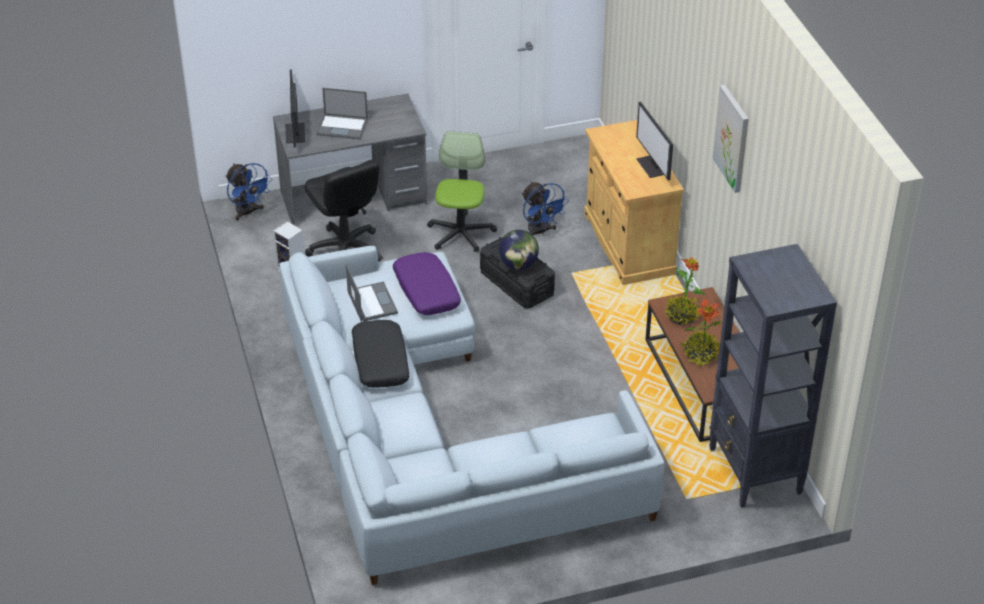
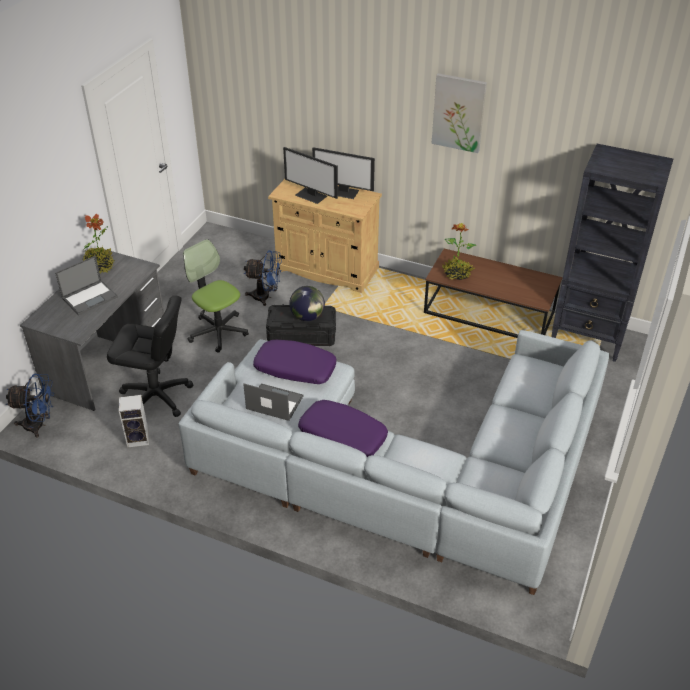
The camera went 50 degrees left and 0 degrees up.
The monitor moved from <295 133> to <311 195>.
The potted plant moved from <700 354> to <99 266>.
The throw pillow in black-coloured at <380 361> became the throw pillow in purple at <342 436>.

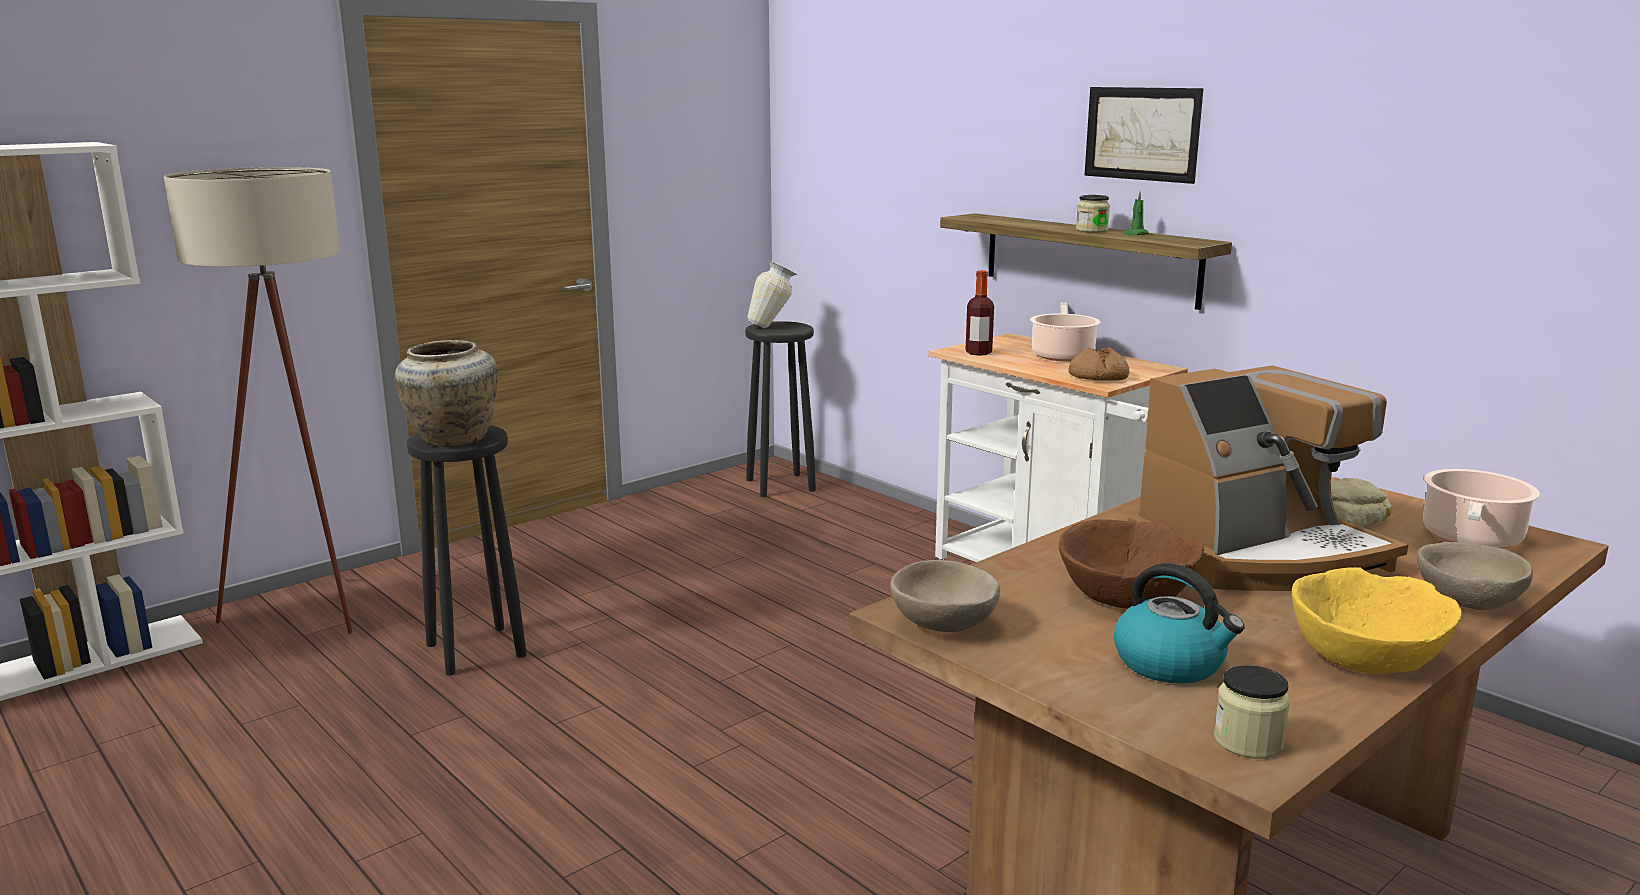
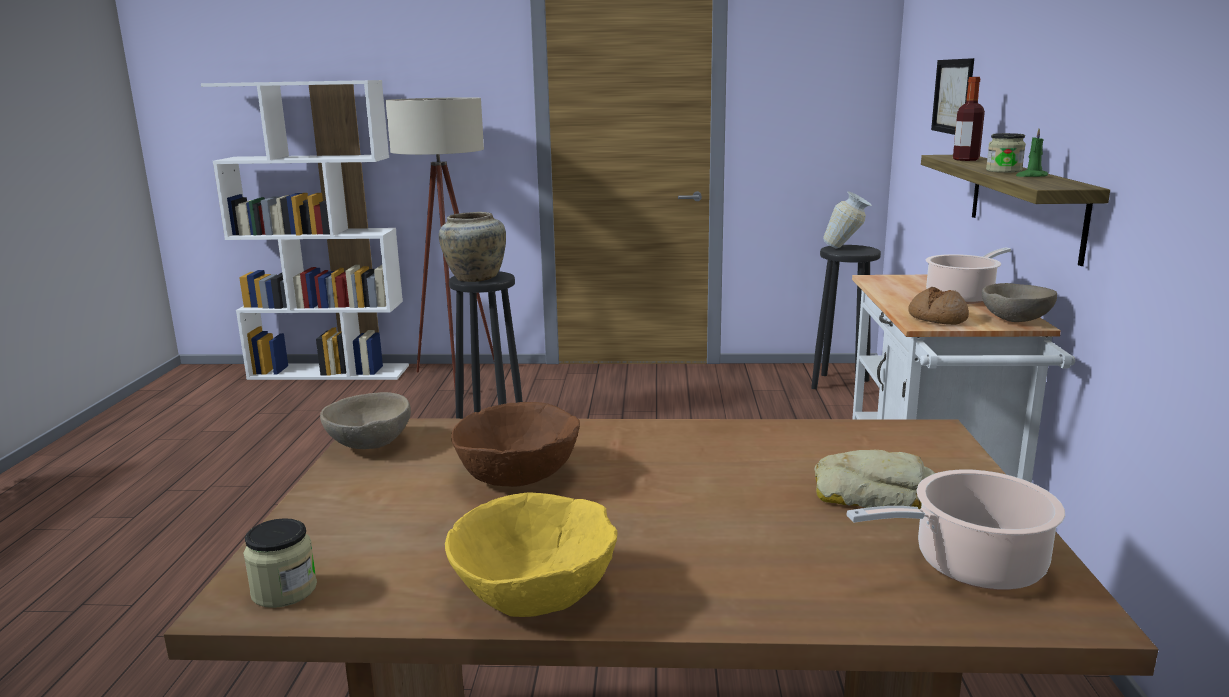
The camera went 45 degrees right and 0 degrees up.
The tea kettle at <1171 663> disappeared.
The coffee brewer at <1257 556> disappeared.
The drink bottle moved from <978 353> to <965 159>.
The picture moved from <1142 133> to <952 96>.
The deep dish in beige-coloured moved from <1466 601> to <1015 319>.

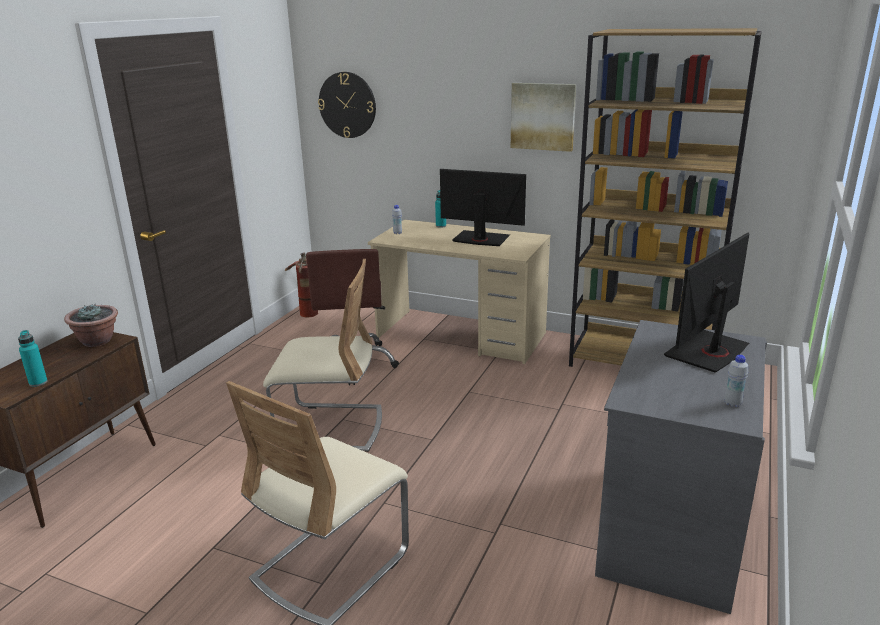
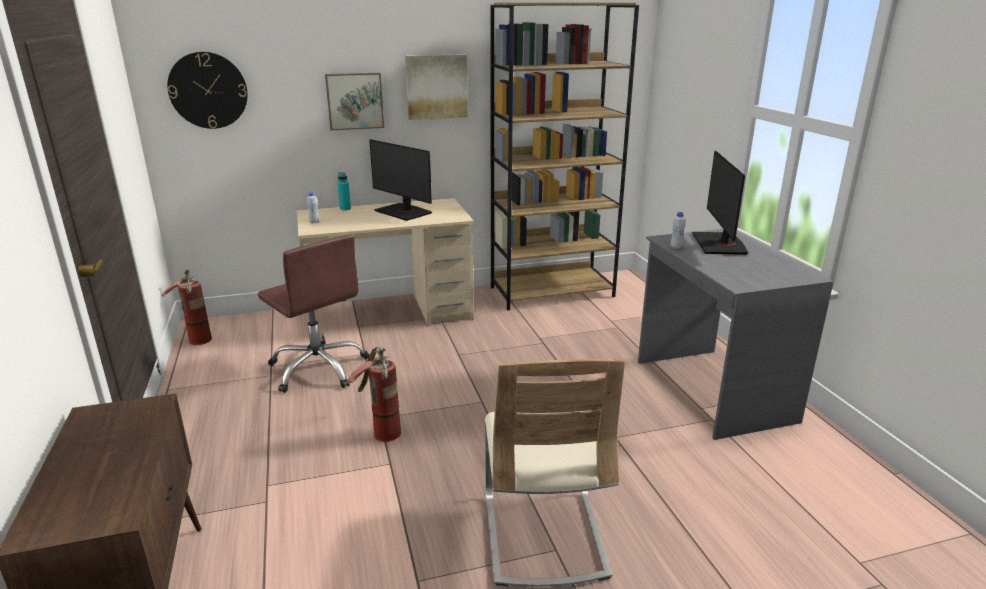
The camera went 40 degrees left and 0 degrees up.
The drink bottle in turquoise-coloured at <38 382> disappeared.
The potted plant at <97 341> disappeared.
The picture at <354 101> appeared.
The drink bottle in white-coloured moved from <732 403> to <676 248>.
The chair in beige-coloured at <330 428> was replaced by the fire-fighting cylinder at <379 429>.
The monitor at <481 239> turned 120 degrees counterclockwise.

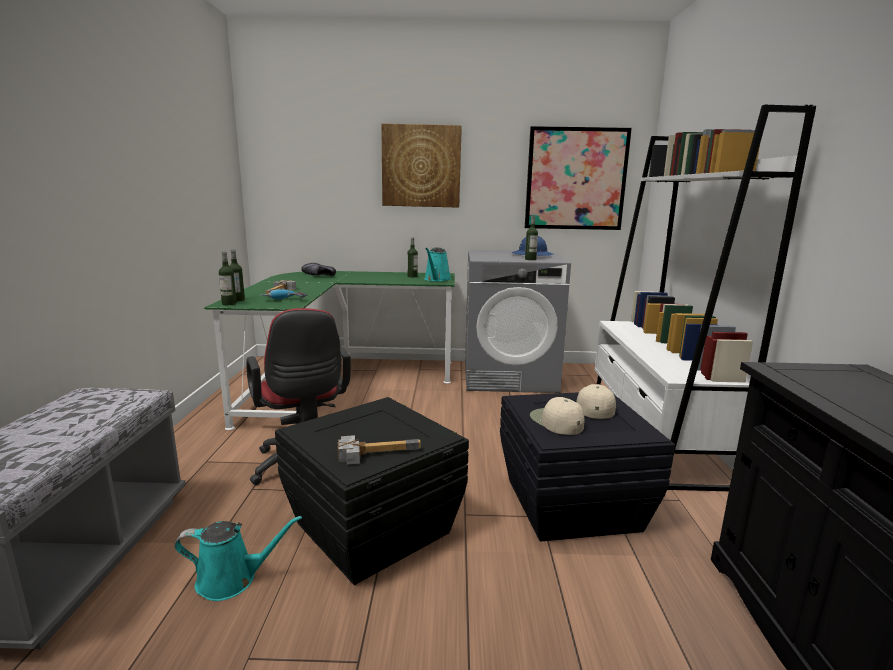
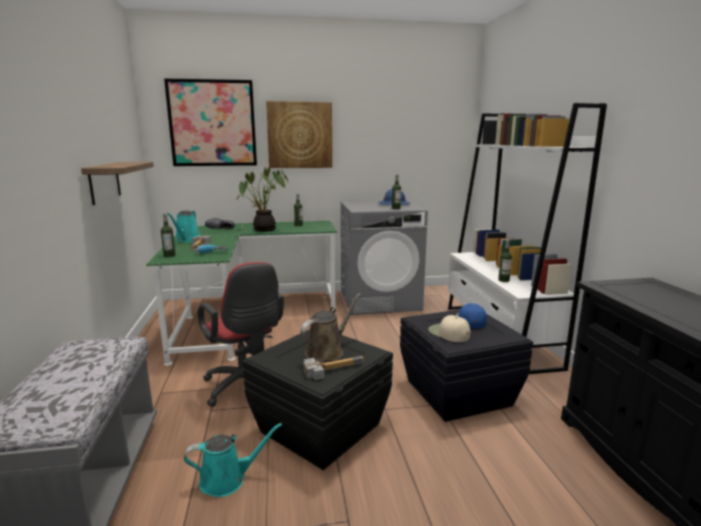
The camera went 10 degrees left and 0 degrees up.
The shelf at <104 182> appeared.
The potted plant at <264 230> appeared.
The watering pot in brown-coloured at <327 351> appeared.
The drink bottle moved from <229 304> to <503 280>.
The watering pot in turquoise-coloured moved from <436 279> to <187 239>.
The picture moved from <575 179> to <212 123>.
The baseball cap in beige-coloured at <595 407> became the baseball cap in blue at <470 320>.

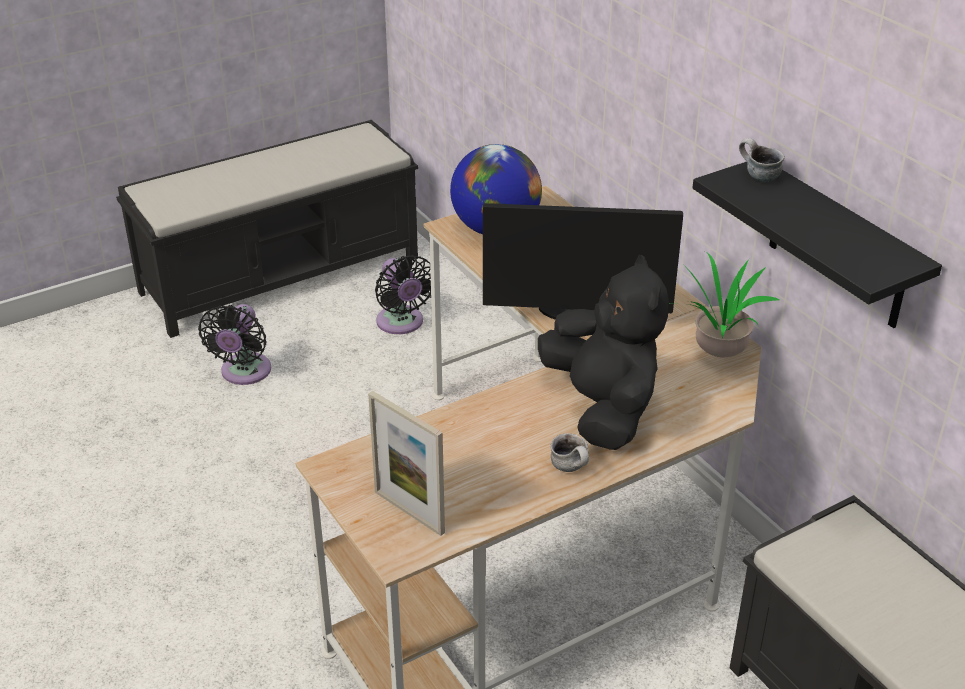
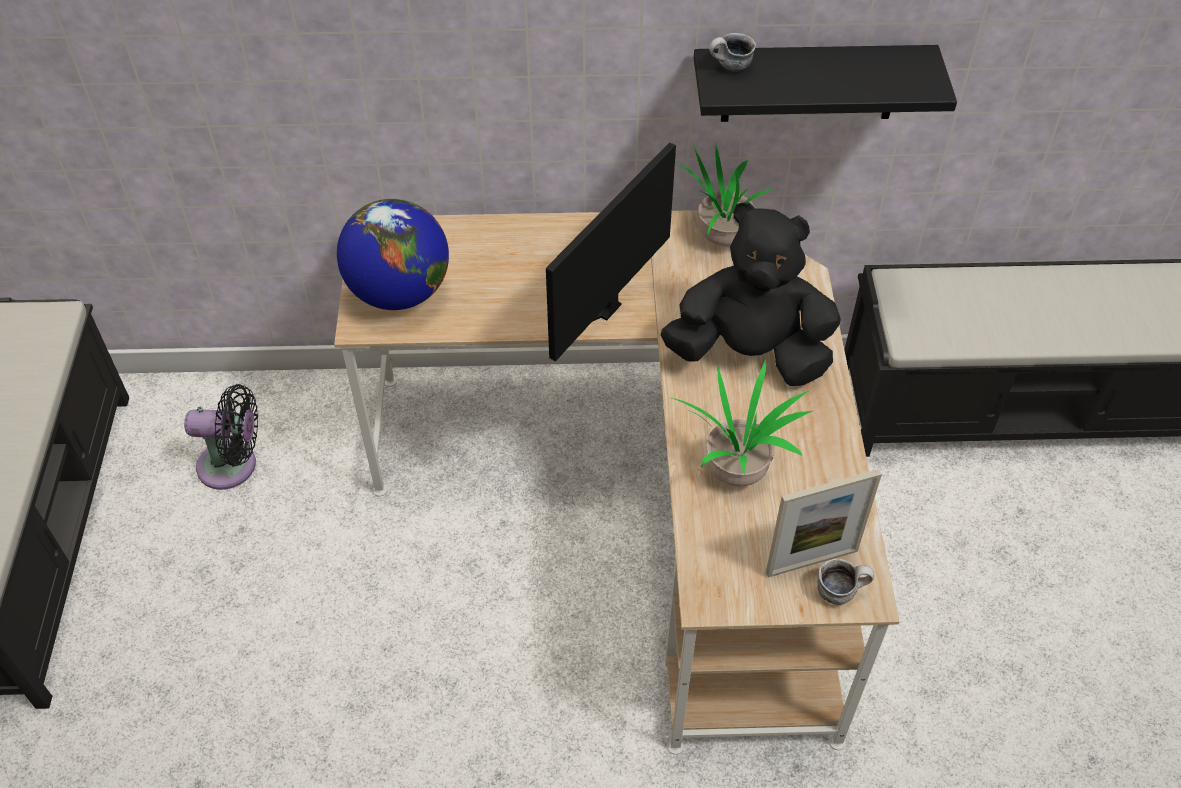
The camera went 60 degrees left and 15 degrees up.
The electric fan in black-coloured at <244 373> disappeared.
The potted plant at <736 468> appeared.
The tea mug moved from <572 468> to <841 590>.

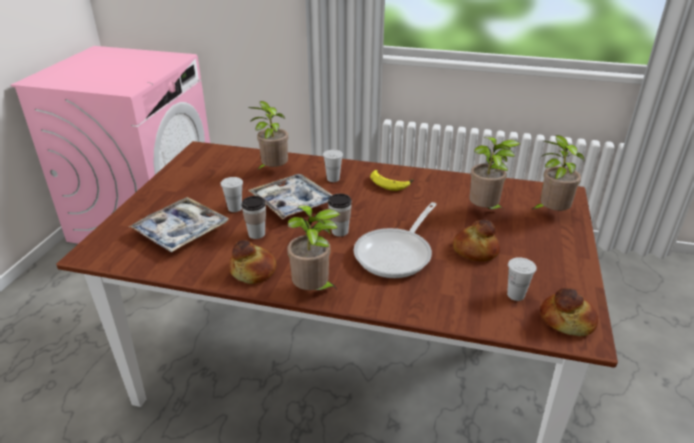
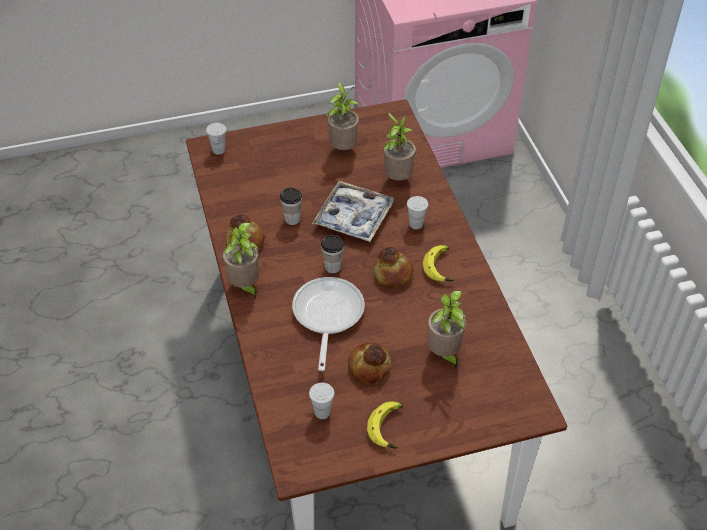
The camera went 60 degrees right and 15 degrees up.
The serving tray at <181 231> disappeared.
The whole banana at <389 428> appeared.
The drinking cup in white-coloured moved from <235 208> to <218 150>.
The potted plant moved from <550 213> to <343 148>.
The bakery bread moved from <567 320> to <393 274>.
The pan at <397 254> turned 90 degrees clockwise.

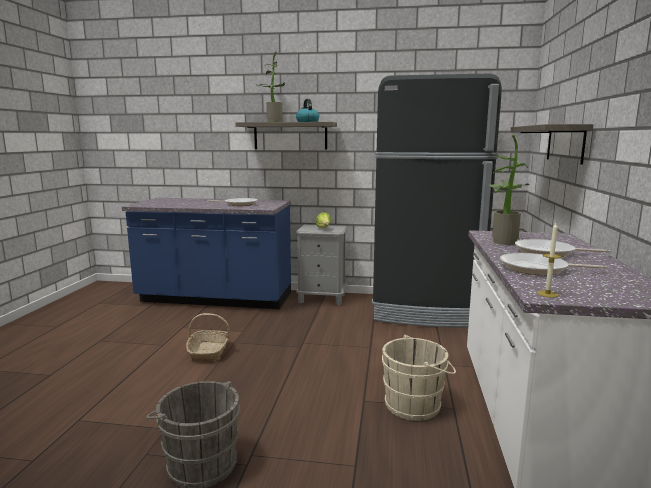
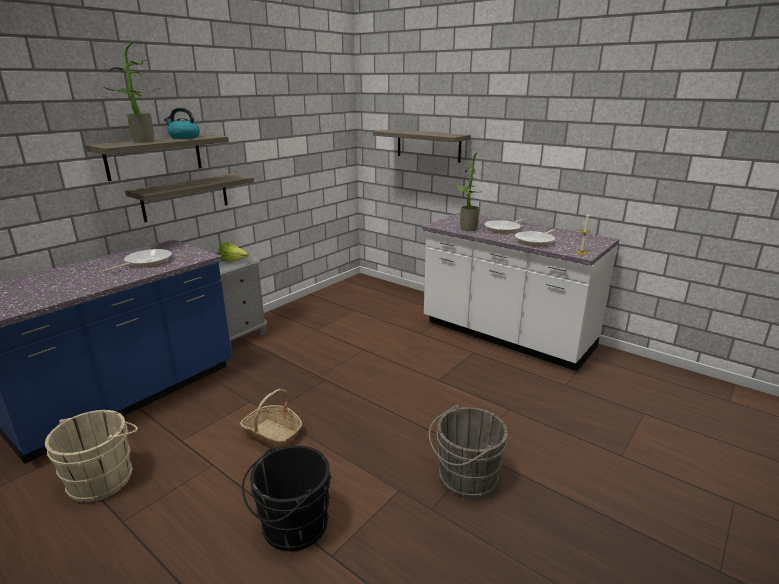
The camera went 60 degrees left and 10 degrees up.
The refrigerator in black-coloured at <426 311> disappeared.
The shelf at <185 197> appeared.
The water bucket in black-coloured at <291 527> appeared.
The water bucket in beige-coloured moved from <416 405> to <104 478>.

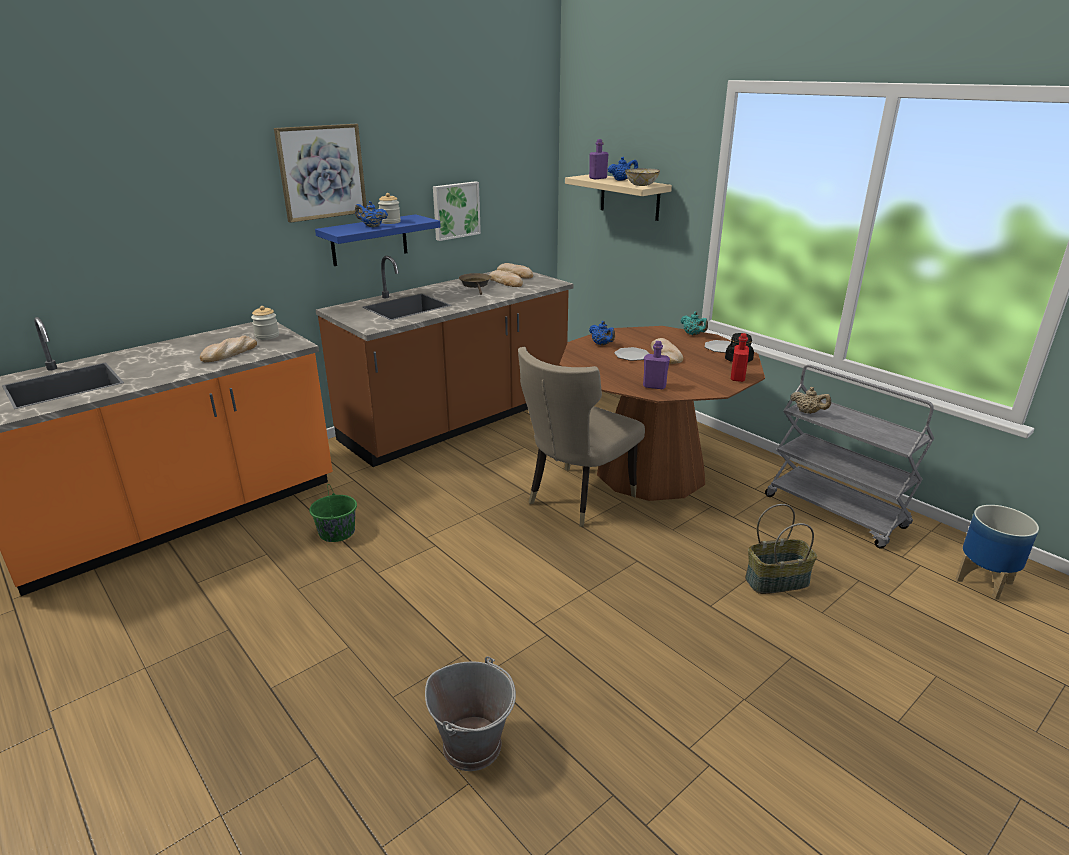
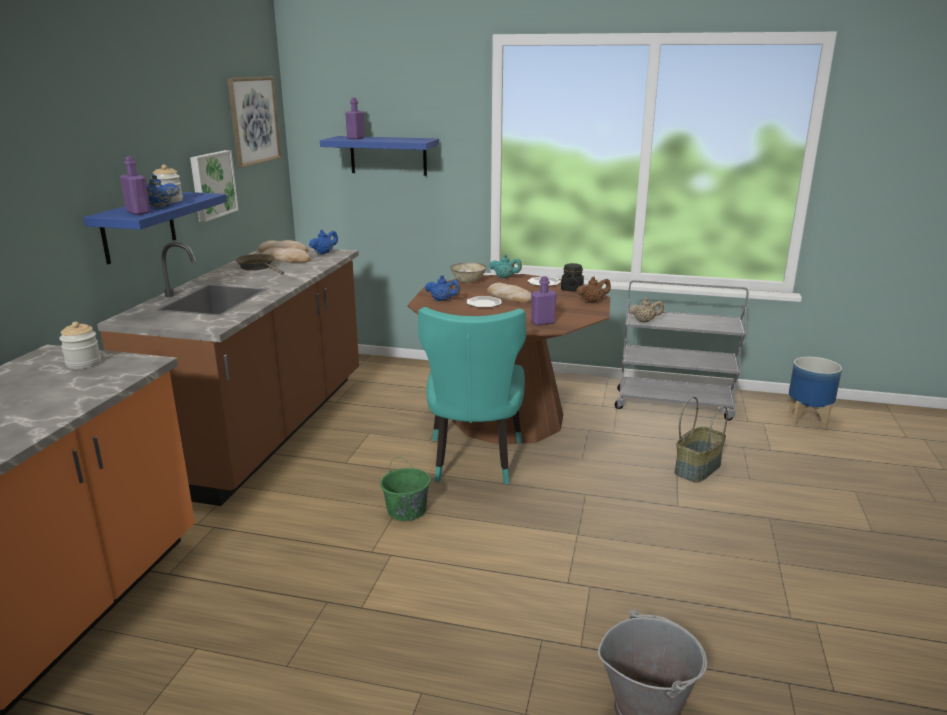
The camera went 35 degrees left and 5 degrees down.
The bakery bread at <229 353> disappeared.
The drink bottle in purple at <138 212> appeared.
The picture moved from <322 172> to <253 120>.
The water bucket in green moved from <337 532> to <407 510>.
The teapot in blue moved from <622 180> to <324 253>.
The deep dish moved from <641 185> to <467 281>.
The drink bottle in reddish at <737 377> was replaced by the teapot in brown-coloured at <592 301>.
The chair in beige-coloured at <576 499> became the chair in turquoise-coloured at <473 462>.
The shelf in beige-coloured at <630 197> became the shelf in blue at <388 155>.

